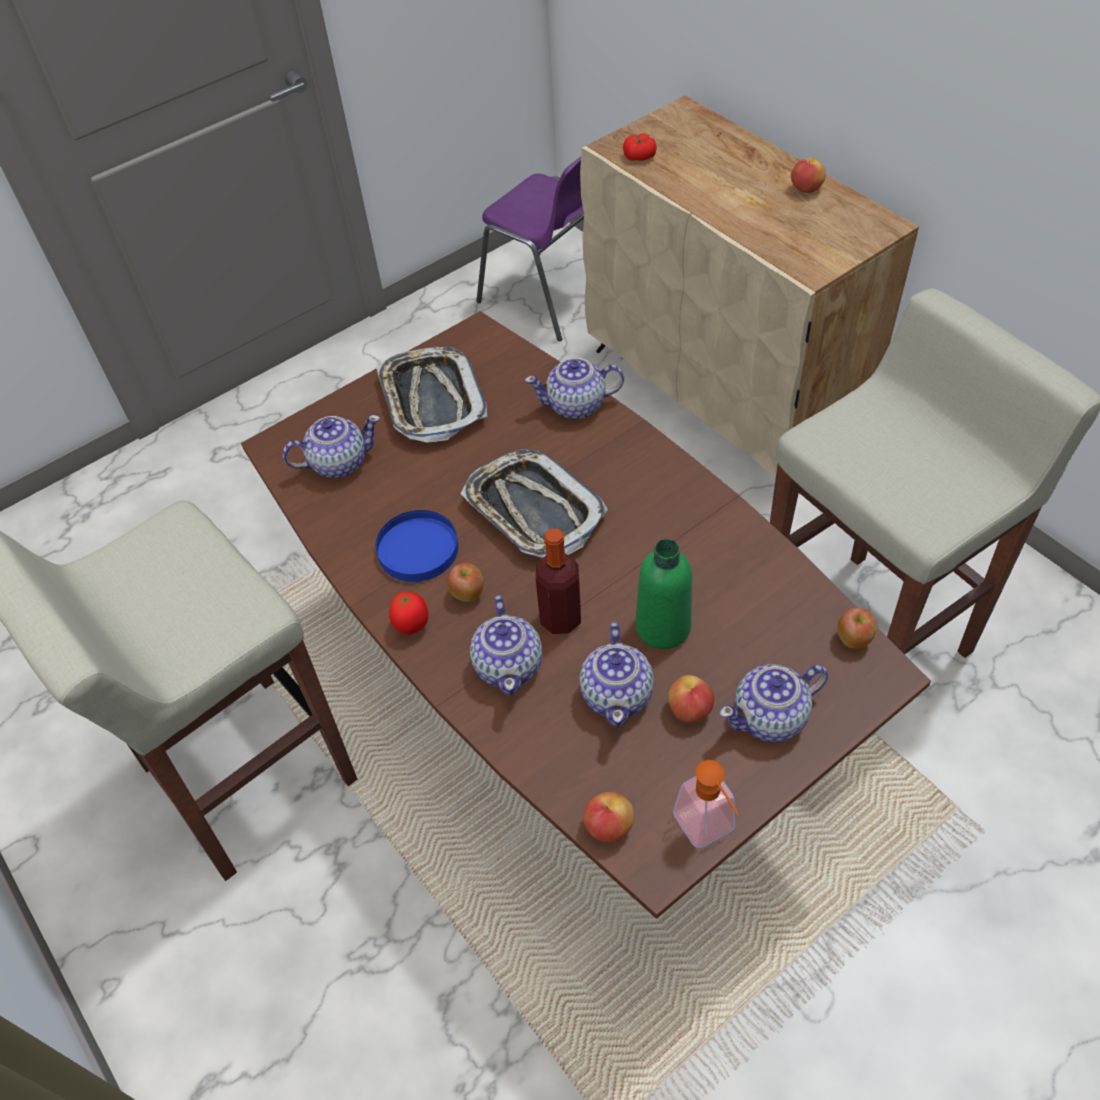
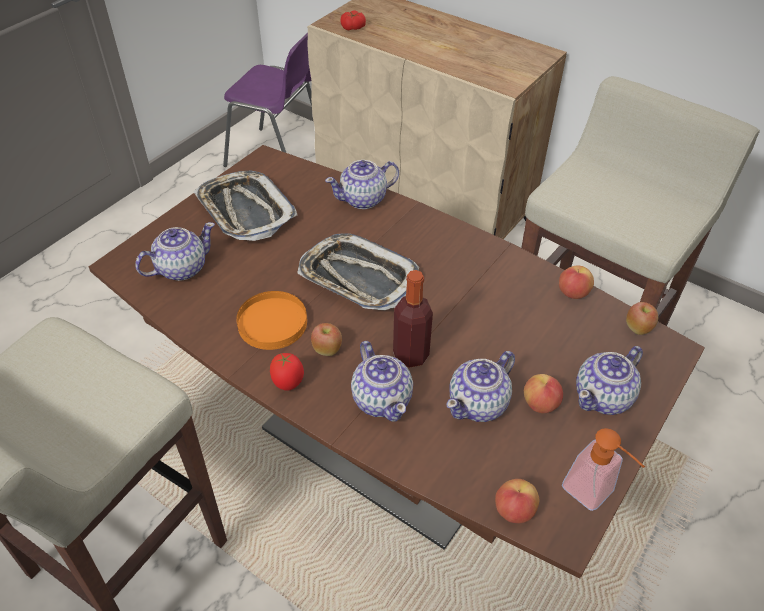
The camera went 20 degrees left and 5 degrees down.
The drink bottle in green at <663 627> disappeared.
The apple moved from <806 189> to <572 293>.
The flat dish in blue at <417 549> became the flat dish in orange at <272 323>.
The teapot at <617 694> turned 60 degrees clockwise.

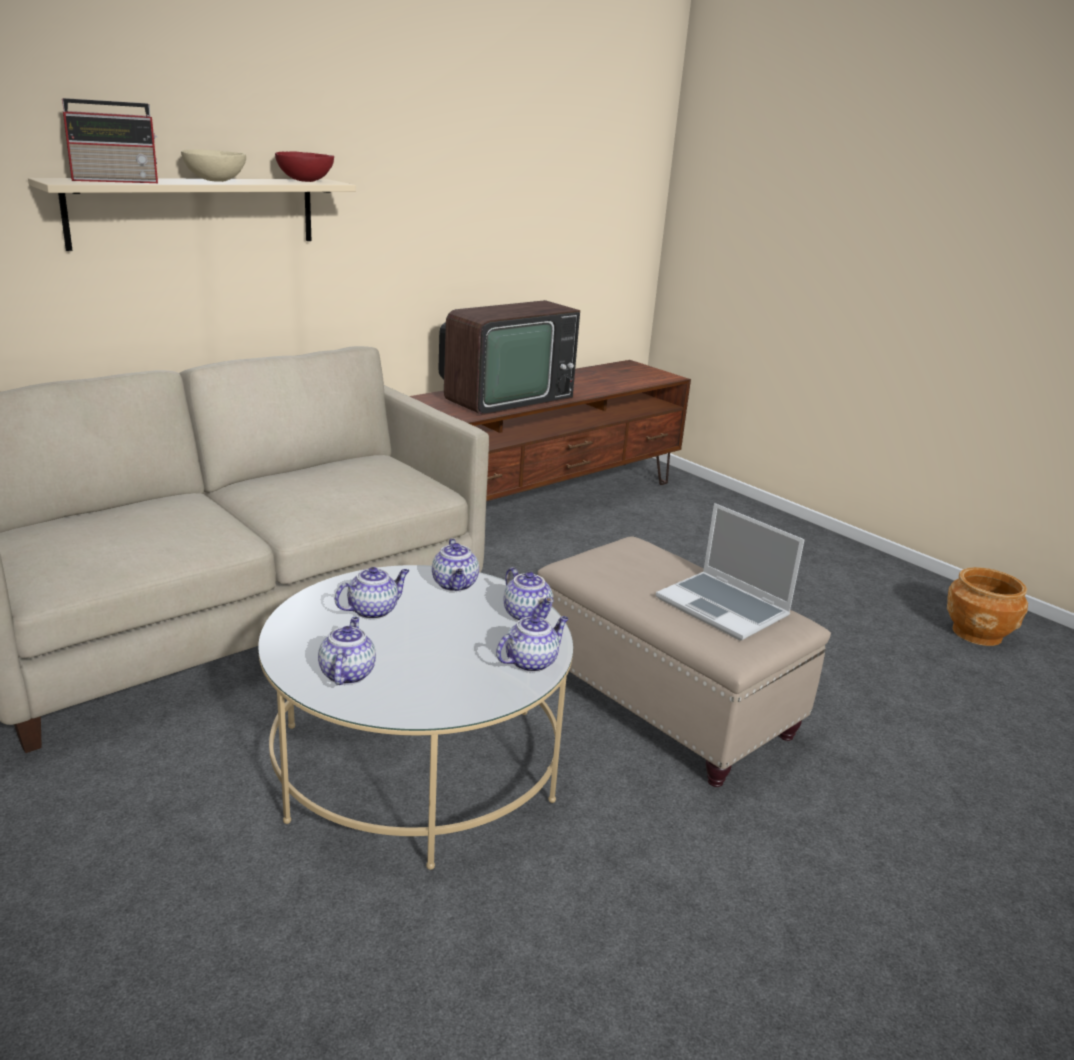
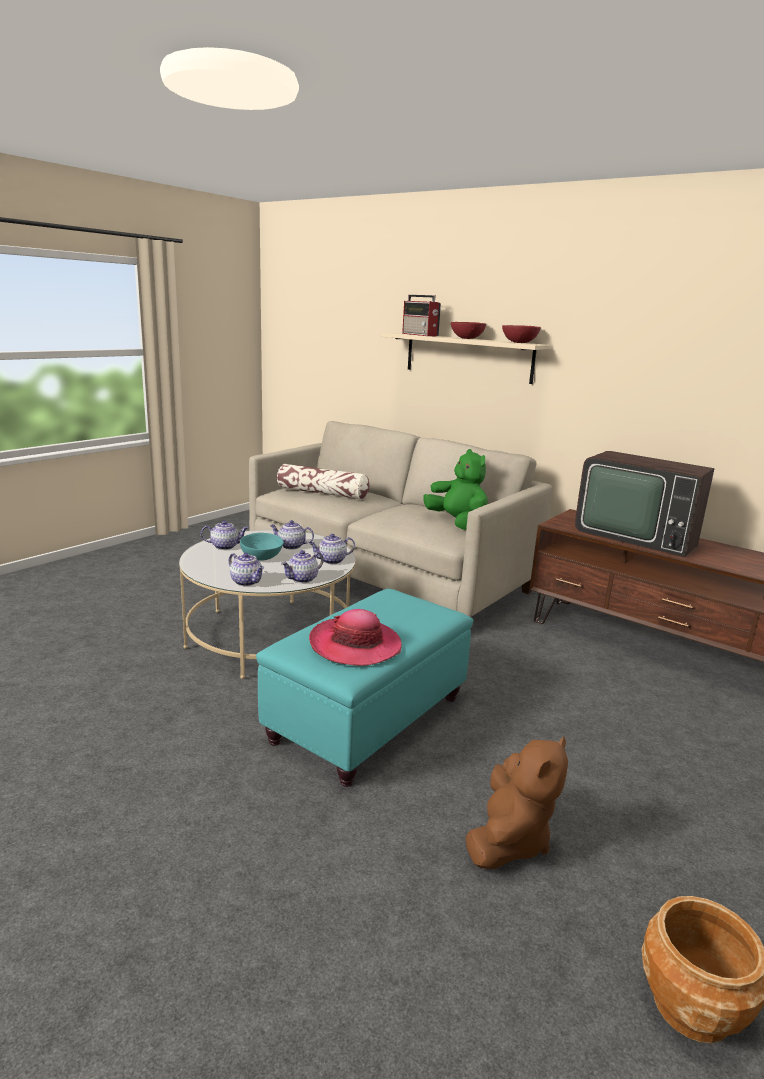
The camera went 80 degrees right and 5 degrees down.
The deep dish in turquoise-coloured at <261 557> appeared.
The throw pillow at <322 493> appeared.
The plush toy in green at <457 523> appeared.
The plush toy in brown-coloured at <509 840> appeared.
The notebook computer at <724 608> was replaced by the wearable hat at <355 645>.
The deep dish in beige-coloured at <215 180> became the deep dish in reddish at <467 338>.
The ottoman in beige-coloured at <664 704> became the ottoman in turquoise-coloured at <367 720>.
The teapot at <373 610> turned 150 degrees clockwise.

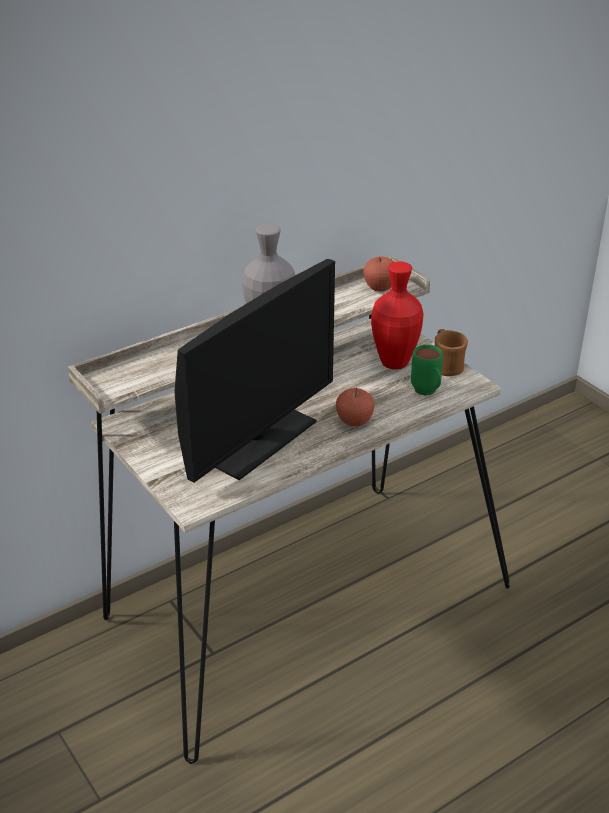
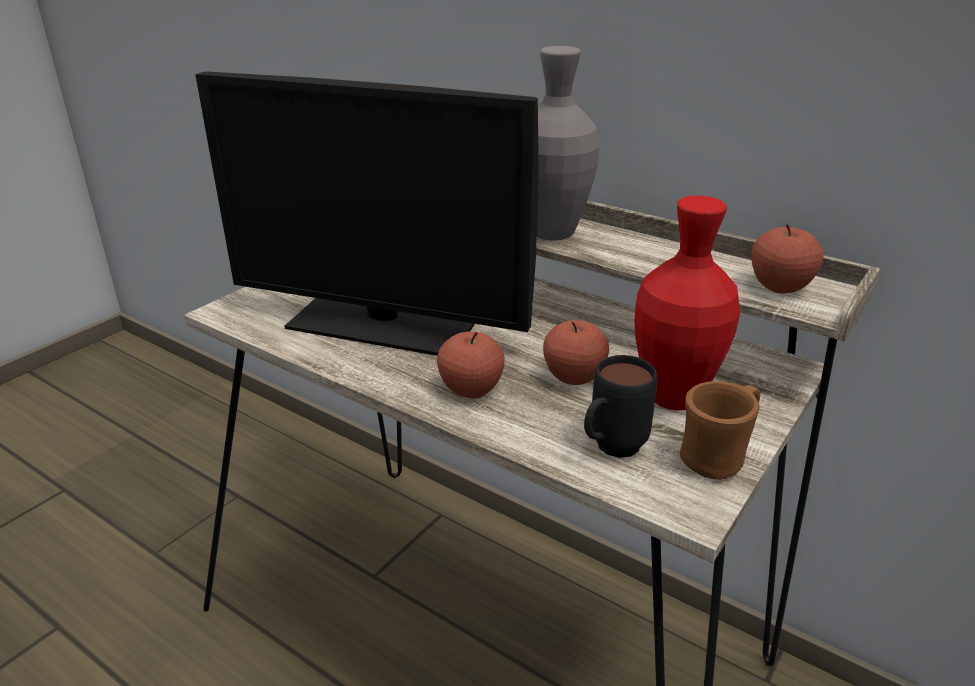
The camera went 70 degrees right and 5 degrees down.
The apple at <574 377> appeared.
The tea mug in green at <427 393> became the tea mug in black-coloured at <610 450>.

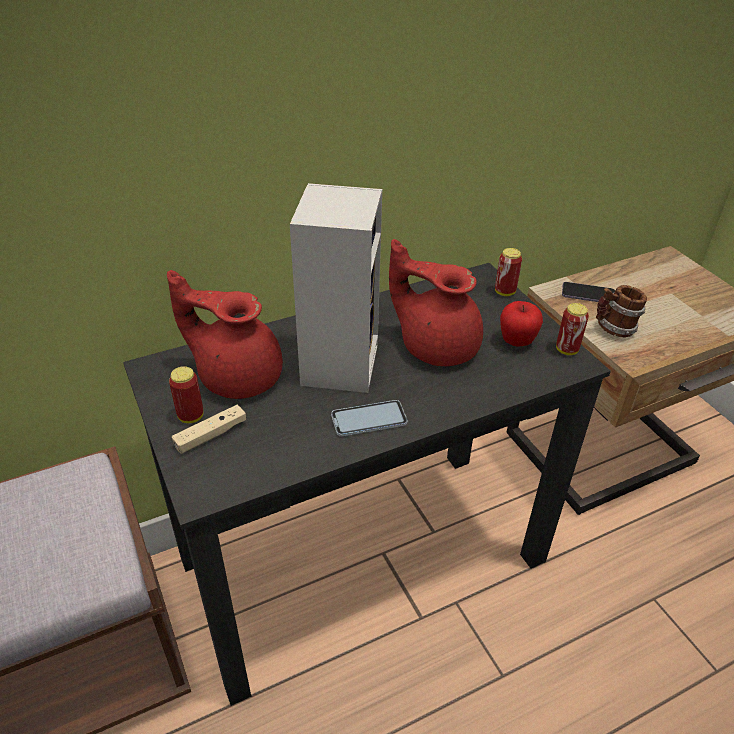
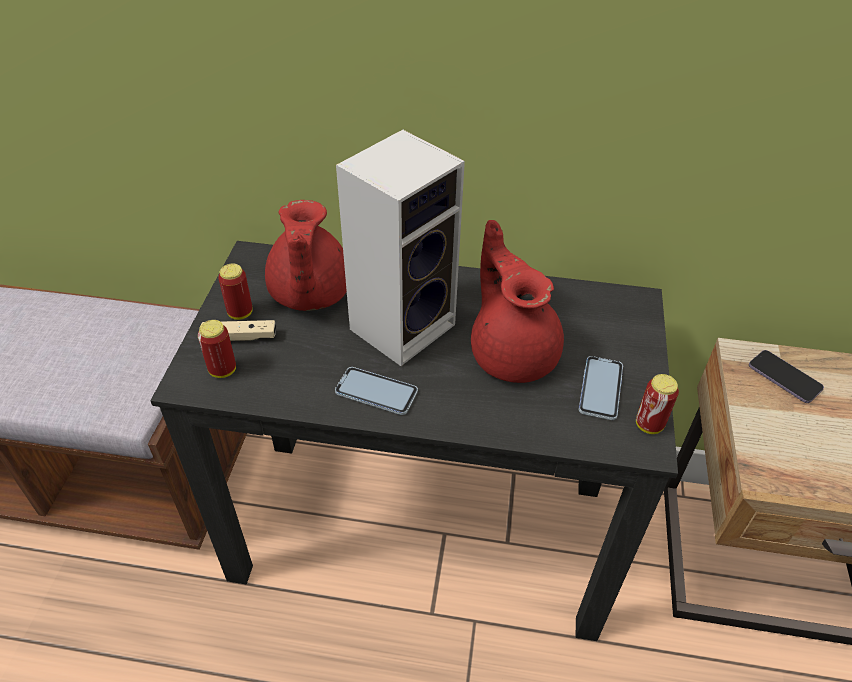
The camera went 35 degrees right and 5 degrees up.
The tea mug at <613 329> disappeared.
The can moved from <504 292> to <222 370>.
The apple at <516 342> was replaced by the handset at <600 389>.
The teapot in reddish at <237 375> turned 150 degrees counterclockwise.

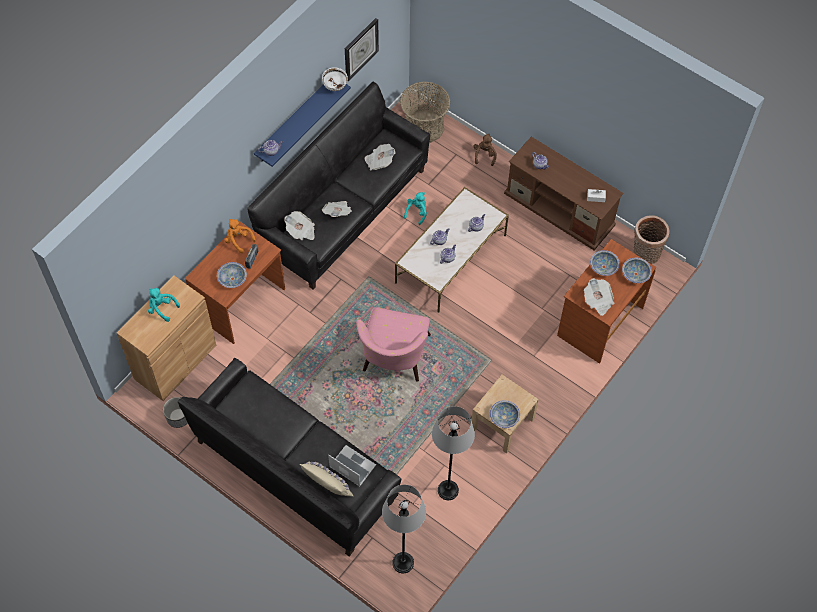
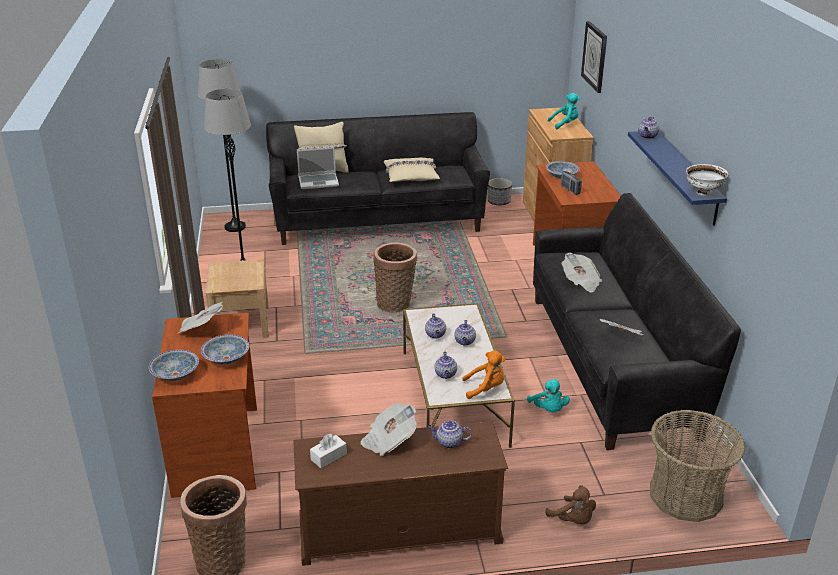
The camera went 135 degrees right and 30 degrees down.
The deep dish at <504 417> disappeared.
The throw pillow in beige-coloured at <411 176> appeared.
The plush toy in orange moved from <238 240> to <485 388>.
The newspaper moved from <301 231> to <388 440>.
The hanging clock moved from <360 49> to <595 56>.
The easy chair in pink at <393 360> was replaced by the storage basket at <396 304>.

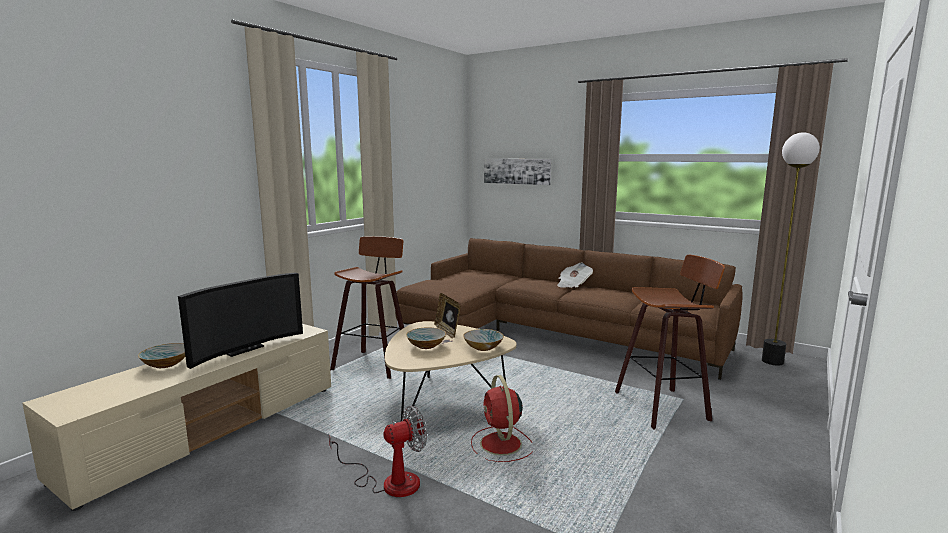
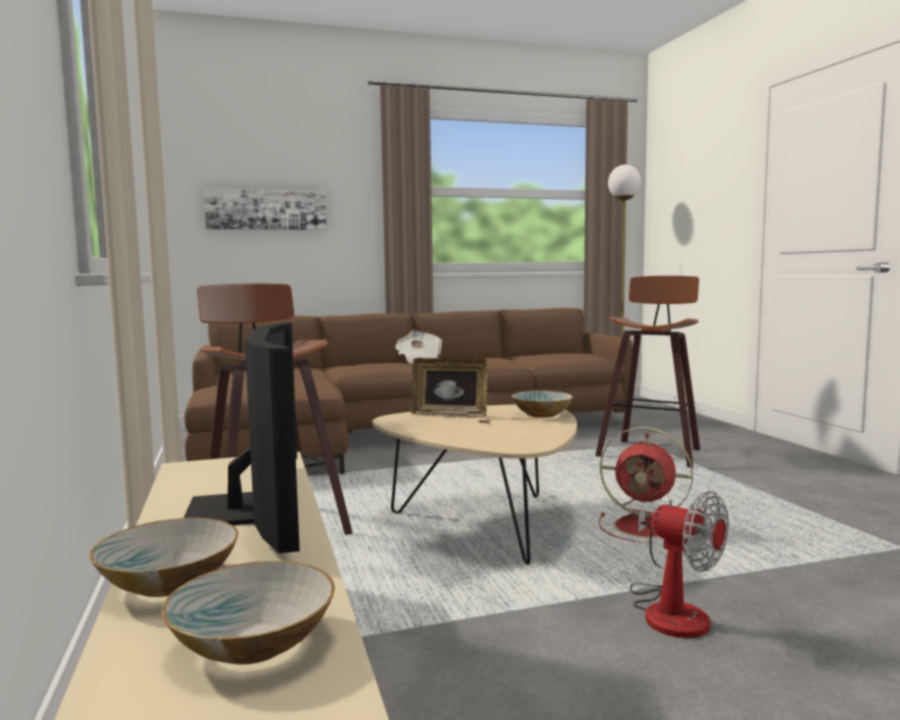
The camera went 50 degrees left and 5 degrees down.
The deep dish moved from <426 345> to <252 643>.
The electric fan at <389 481> turned 120 degrees clockwise.

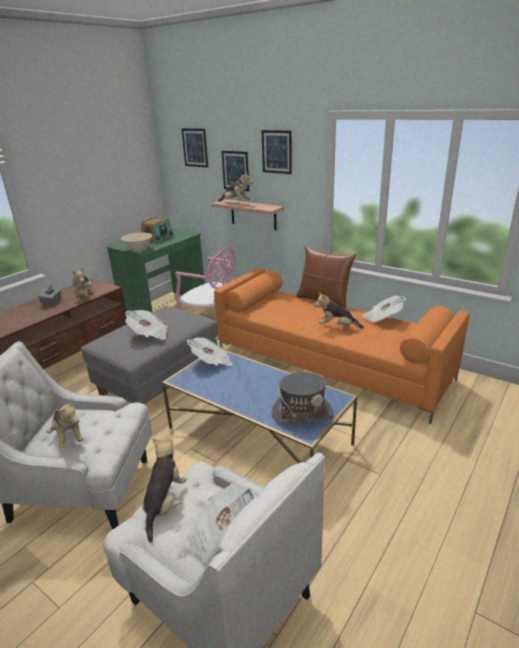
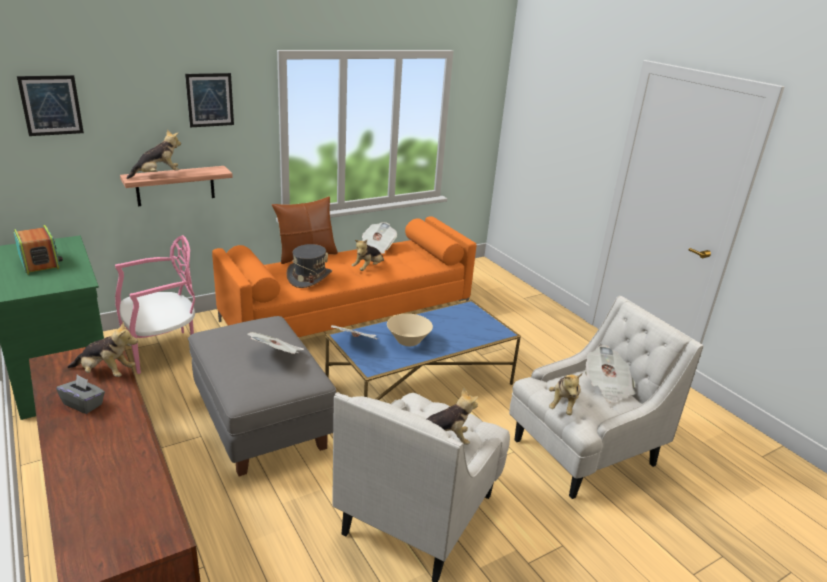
The camera went 70 degrees left and 0 degrees up.
The picture at <235 170> disappeared.
The deep dish in beige-coloured moved from <138 249> to <408 341>.
The wearable hat in greyish moved from <302 412> to <309 277>.
The plush toy at <164 504> turned 105 degrees counterclockwise.

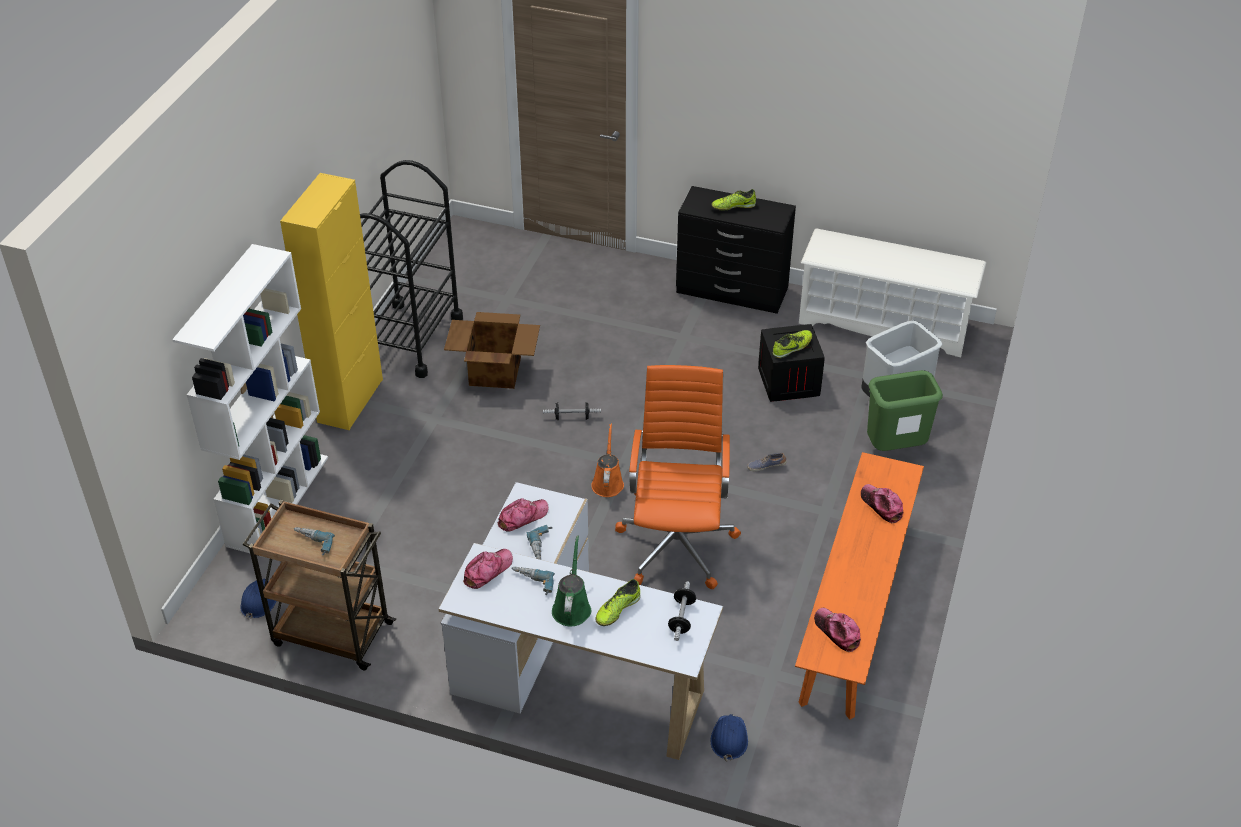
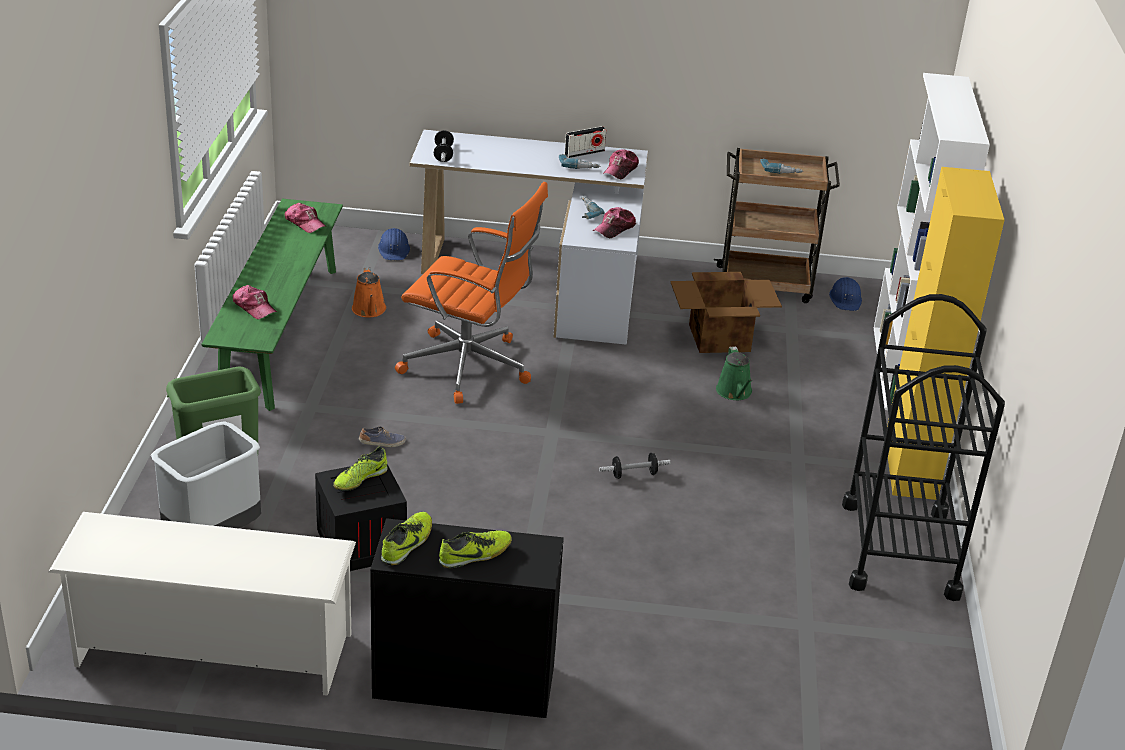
The camera went 165 degrees right and 10 degrees down.
The radio receiver at <584 153> appeared.
The cardboard box moved from <494 371> to <720 338>.
The watering pot in green moved from <572 607> to <735 392>.
The watering pot in orange moved from <607 482> to <369 310>.
The item of footwear moved from <617 609> to <407 544>.
The bench in orange at <855 608> became the bench in green at <280 333>.
The desk chair in orange at <677 543> turned 60 degrees counterclockwise.

